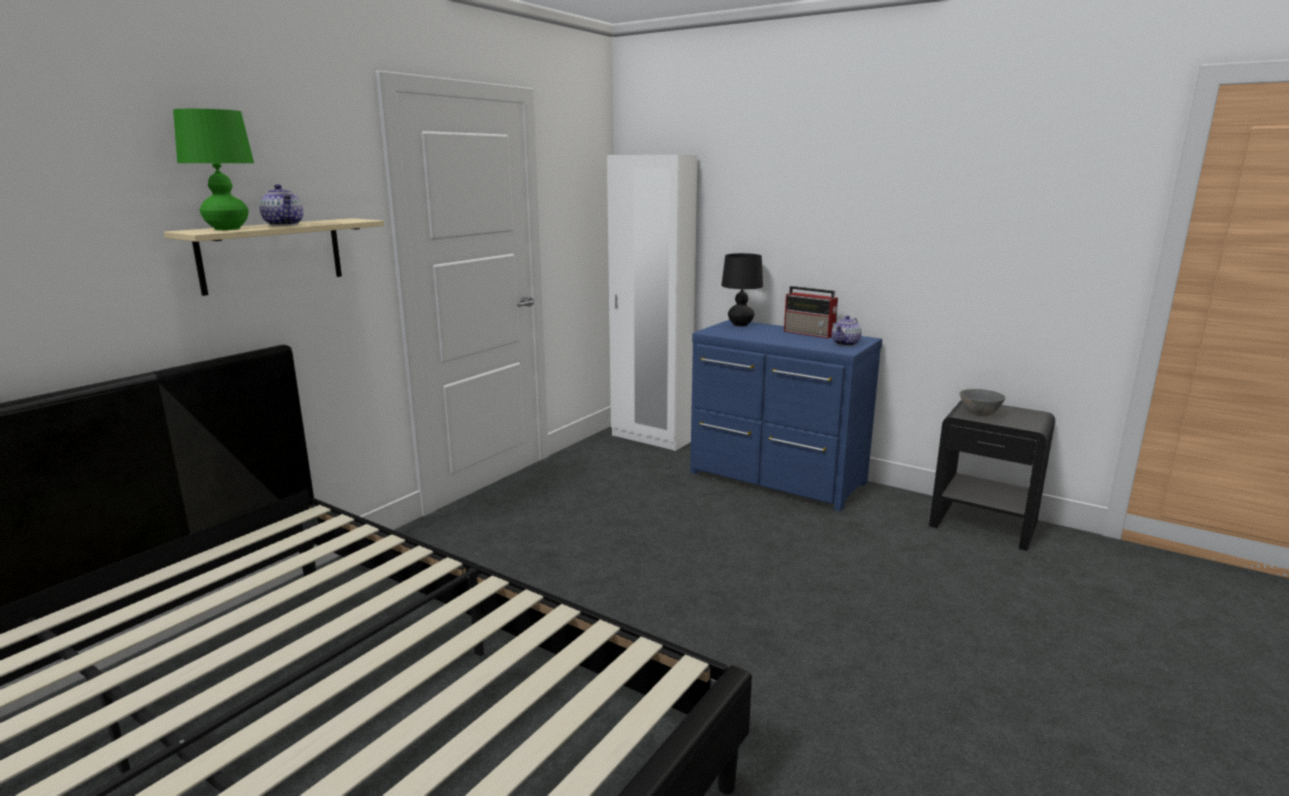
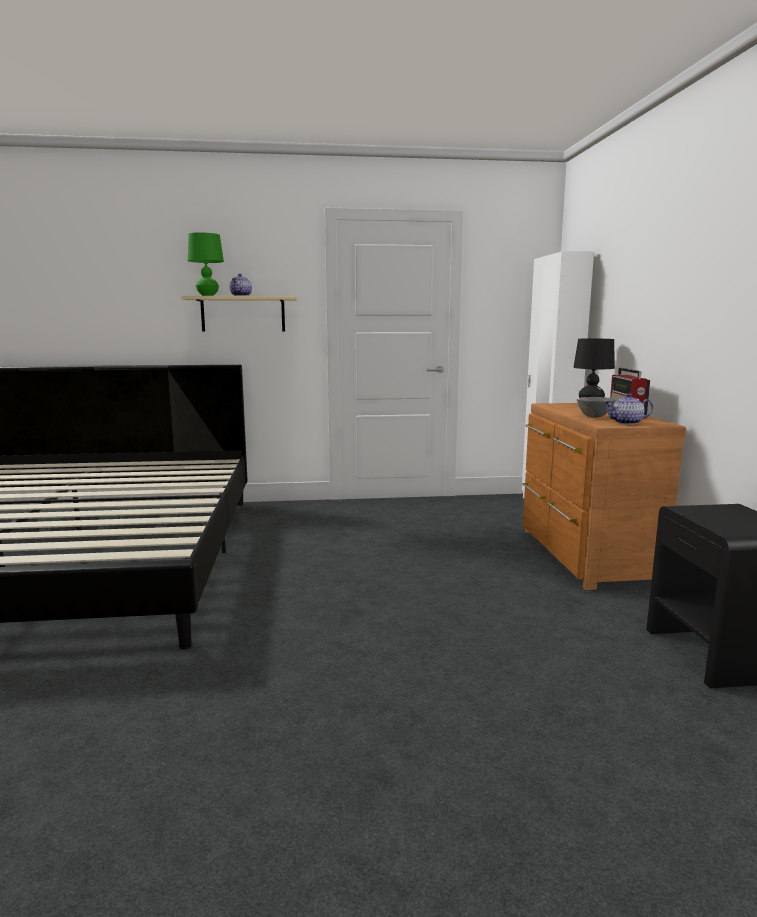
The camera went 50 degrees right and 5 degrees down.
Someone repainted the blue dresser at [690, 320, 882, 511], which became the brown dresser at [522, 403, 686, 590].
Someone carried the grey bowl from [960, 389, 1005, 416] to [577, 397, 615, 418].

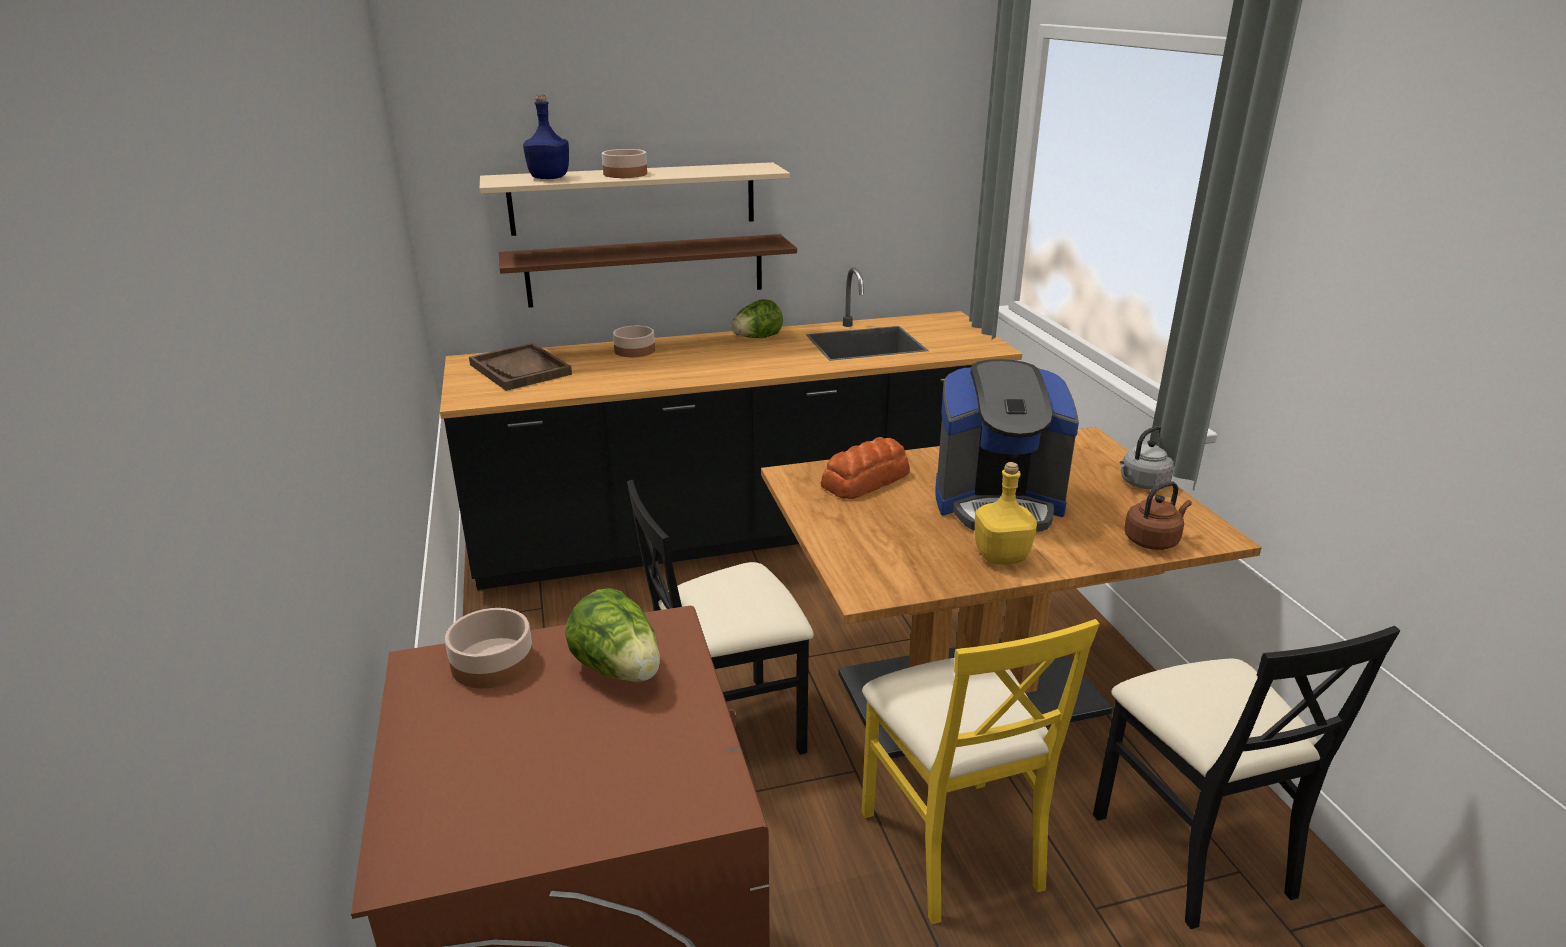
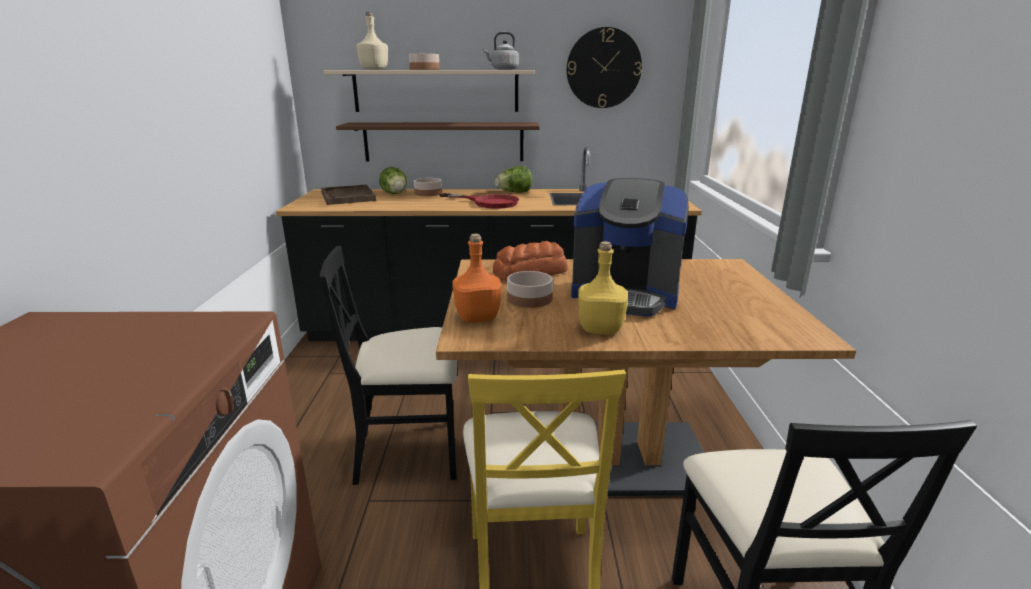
The camera went 15 degrees right and 5 degrees down.
Someone repainted the blue bottle at [523, 95, 569, 179], which became the beige bottle at [356, 12, 388, 70].
Someone carried the lettuce from [565, 588, 660, 682] to [379, 167, 407, 194].
Someone put down the red frying pan at [439, 193, 519, 209].
Someone put down the orange bottle at [452, 234, 501, 322].
Someone carried the grey kettle from [1120, 426, 1174, 489] to [483, 32, 519, 70].
Someone carried the bowl from [445, 608, 534, 688] to [507, 271, 553, 308].
Someone put up the wall clock at [567, 27, 642, 108].
Someone took away the brown kettle at [1124, 481, 1192, 550].

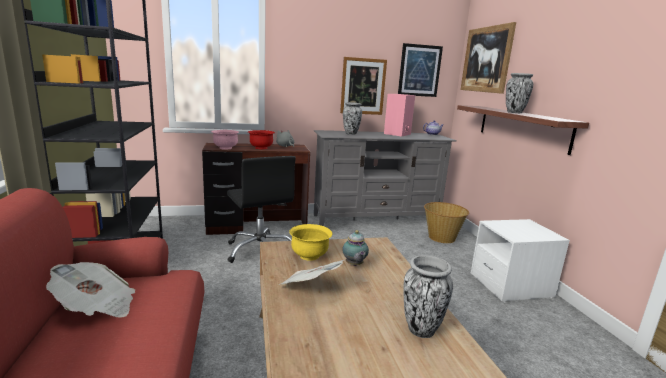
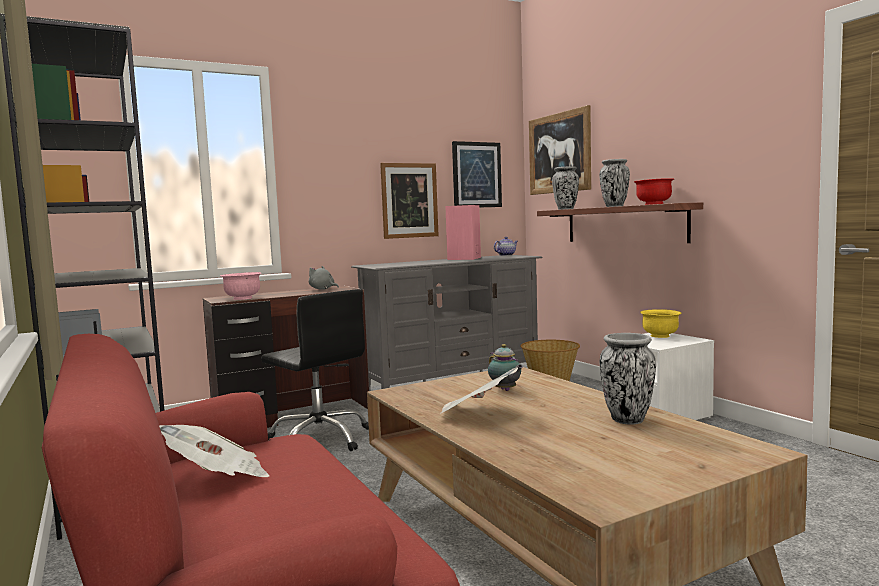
The camera went 15 degrees left and 10 degrees down.
Someone carried the vase from [343, 102, 362, 135] to [552, 166, 579, 210].
Someone carried the red bowl from [248, 130, 275, 149] to [634, 178, 674, 205].
Someone carried the yellow bowl from [289, 224, 332, 261] to [640, 309, 682, 338].

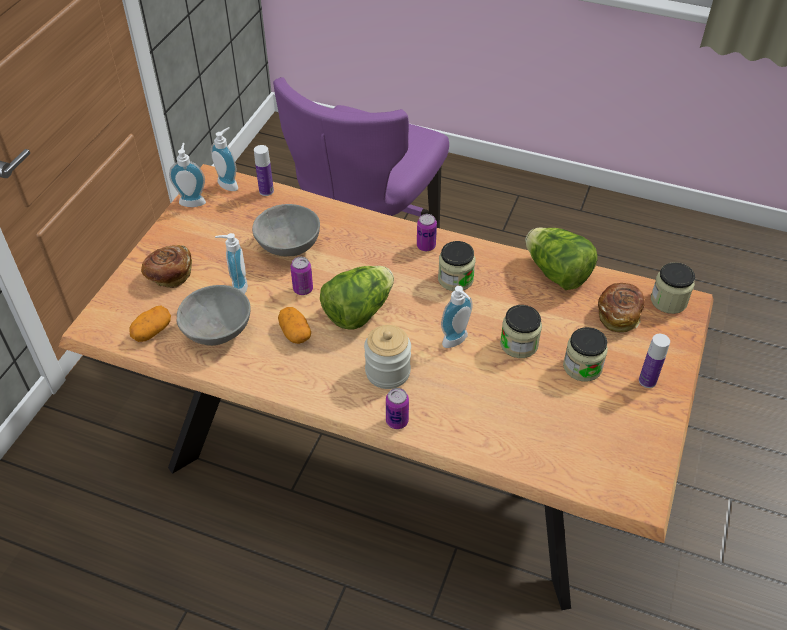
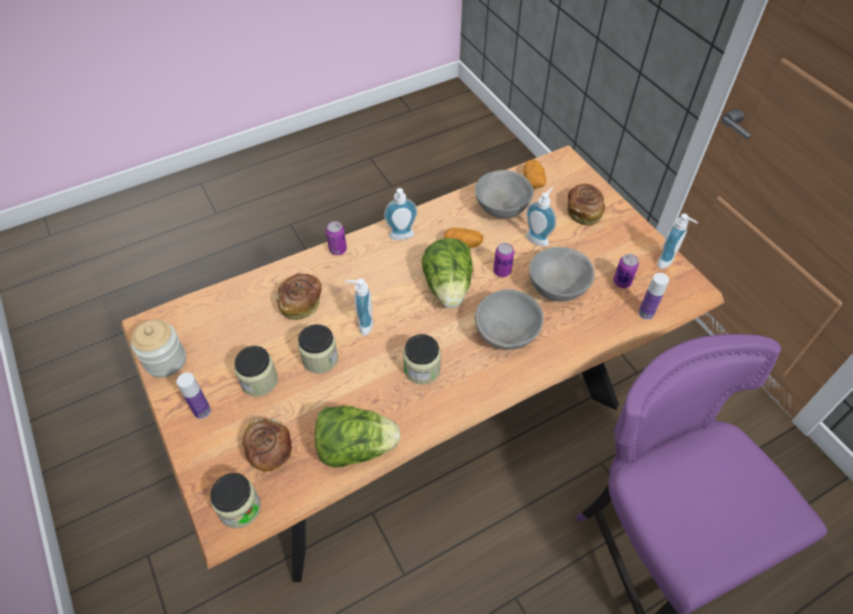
The camera went 130 degrees right and 5 degrees up.
Someone carried the jar from [364, 325, 411, 389] to [131, 319, 186, 378].
Someone put down the bread at [276, 274, 321, 320].
Someone carried the soap dispenser from [211, 127, 238, 191] to [384, 188, 418, 240].
Someone put down the grey bowl at [475, 289, 544, 350].
Someone carried the can from [417, 214, 437, 251] to [613, 254, 639, 288].

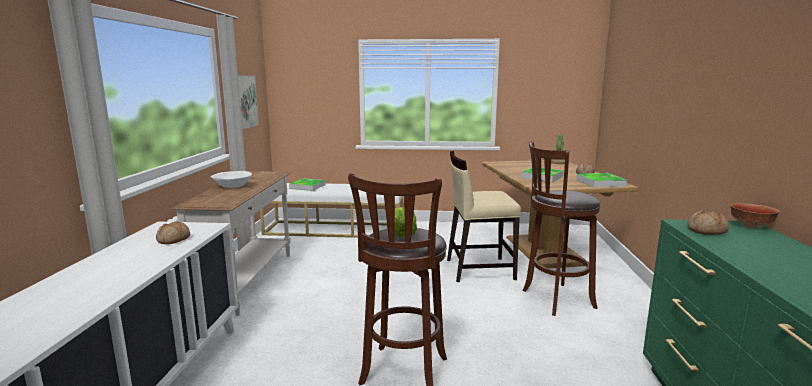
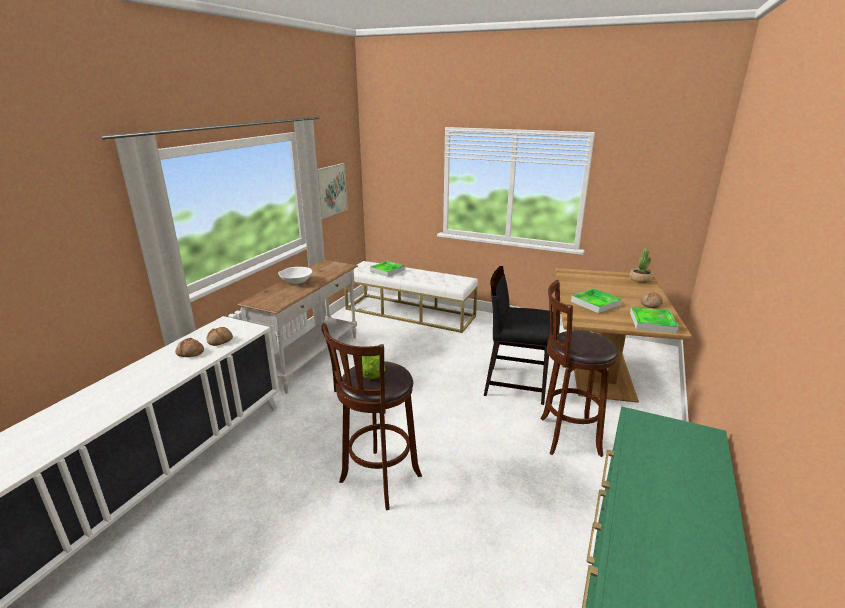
The camera went 20 degrees right and 10 degrees up.
Someone carried the bread from [687, 211, 729, 235] to [175, 338, 204, 357].
Someone repainted the beige chair at [447, 151, 521, 282], which became the black chair at [484, 266, 554, 405].
Someone took away the bowl at [730, 203, 780, 228].

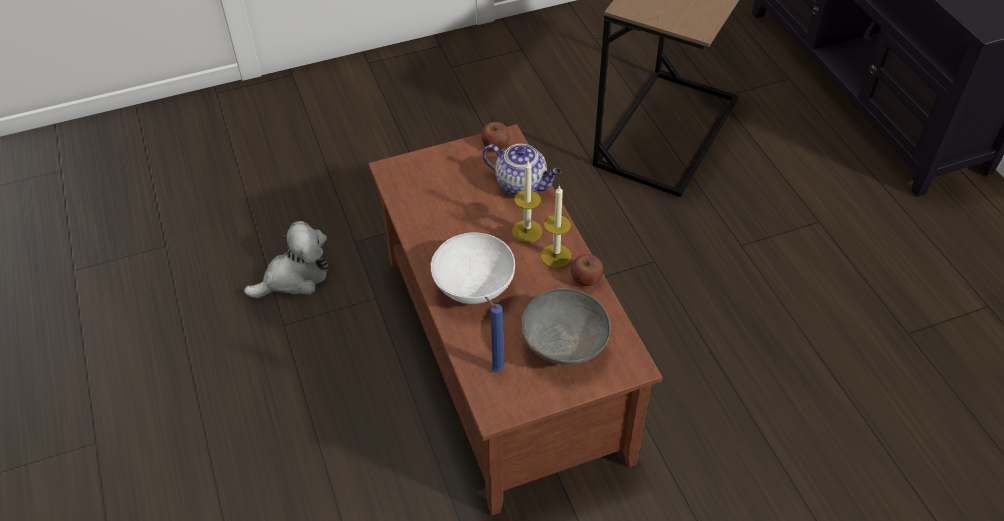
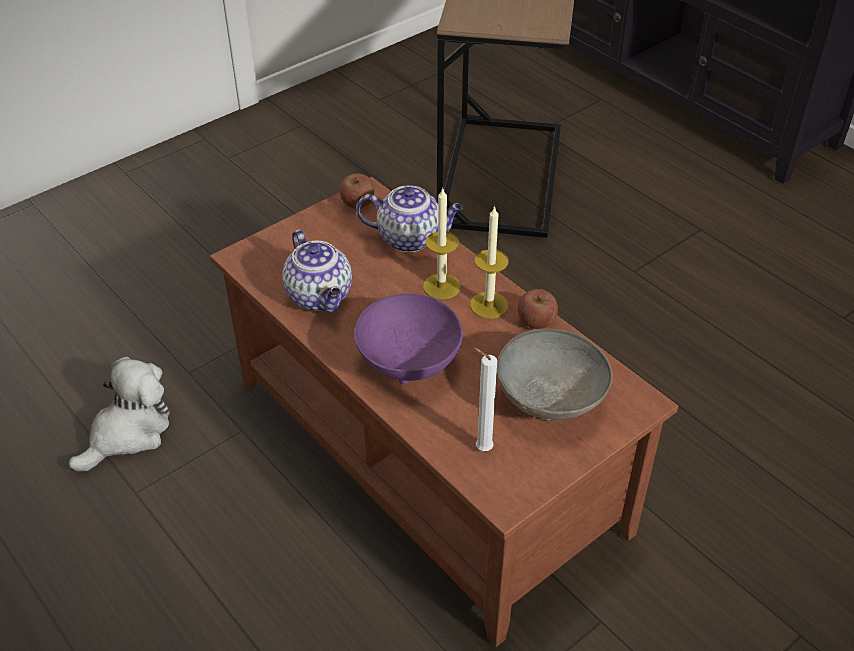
The camera went 20 degrees left and 5 degrees down.
Someone put down the teapot at [282, 229, 352, 312].
Someone repainted the white bowl at [431, 232, 515, 304], which became the purple bowl at [354, 293, 463, 385].
Someone repainted the blue candle at [485, 297, 505, 372], which became the white candle at [473, 348, 497, 451].

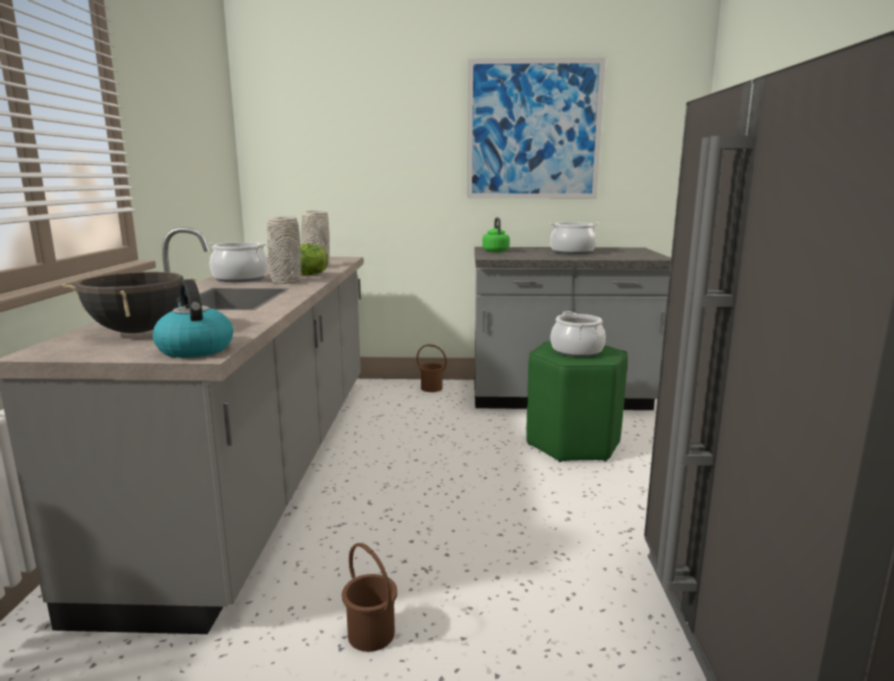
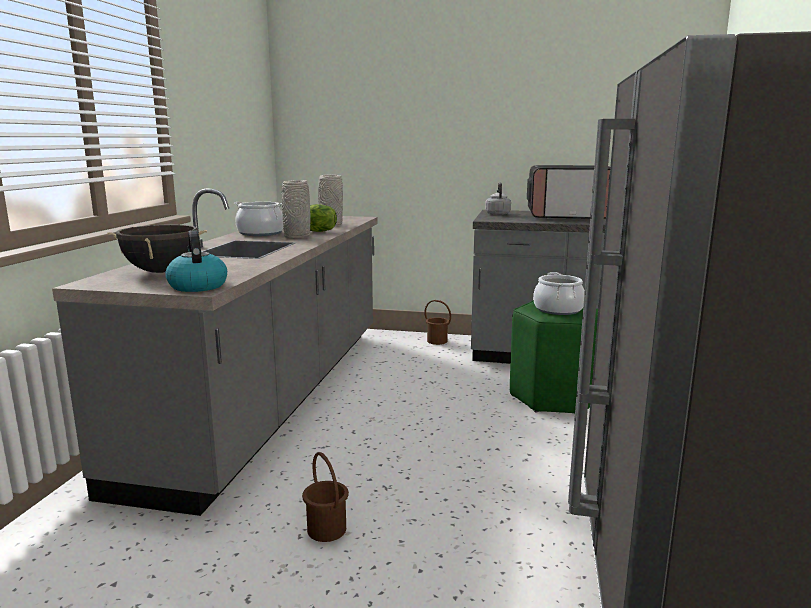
The camera went 10 degrees right and 0 degrees up.
Someone repainted the green kettle at [482, 217, 509, 252], which became the grey kettle at [485, 182, 511, 215].
Someone swapped the cooking pot at [549, 222, 599, 254] for the microwave at [527, 165, 610, 219].
Someone took away the picture at [467, 58, 606, 199].

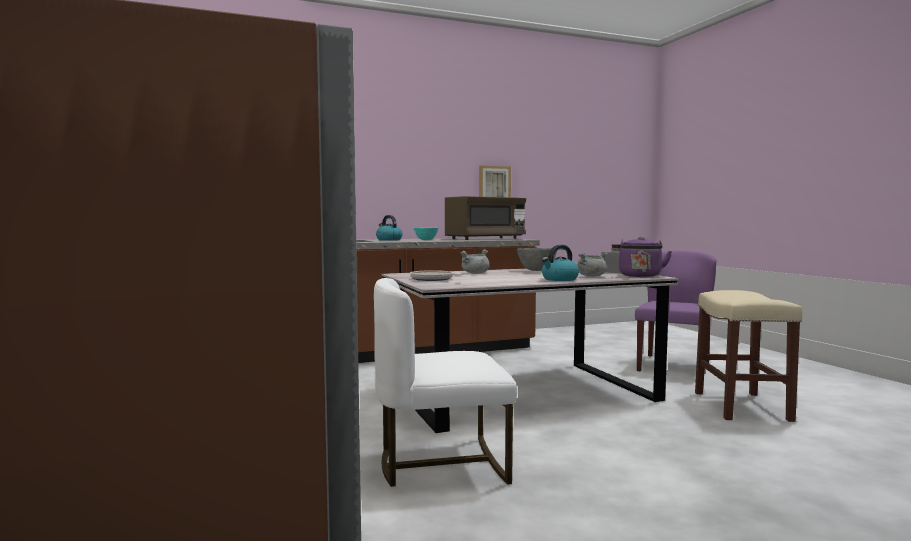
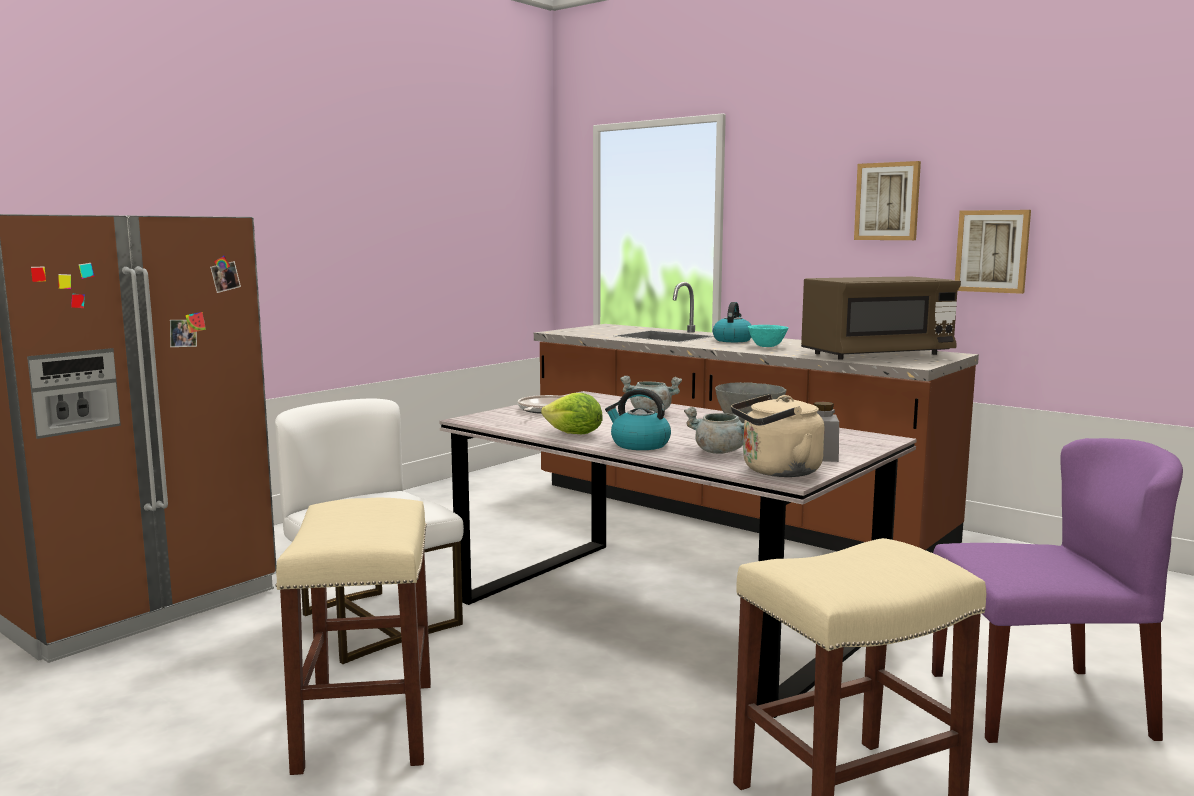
The camera went 60 degrees right and 5 degrees up.
Someone put down the beige stool at [276, 498, 431, 775].
Someone put down the lettuce at [541, 393, 603, 434].
Someone repainted the purple kettle at [619, 236, 672, 277], which became the beige kettle at [731, 394, 825, 477].
Someone rotated the brown microwave at [445, 196, 526, 240] by 45 degrees counterclockwise.
Someone put up the picture at [854, 161, 921, 240].

